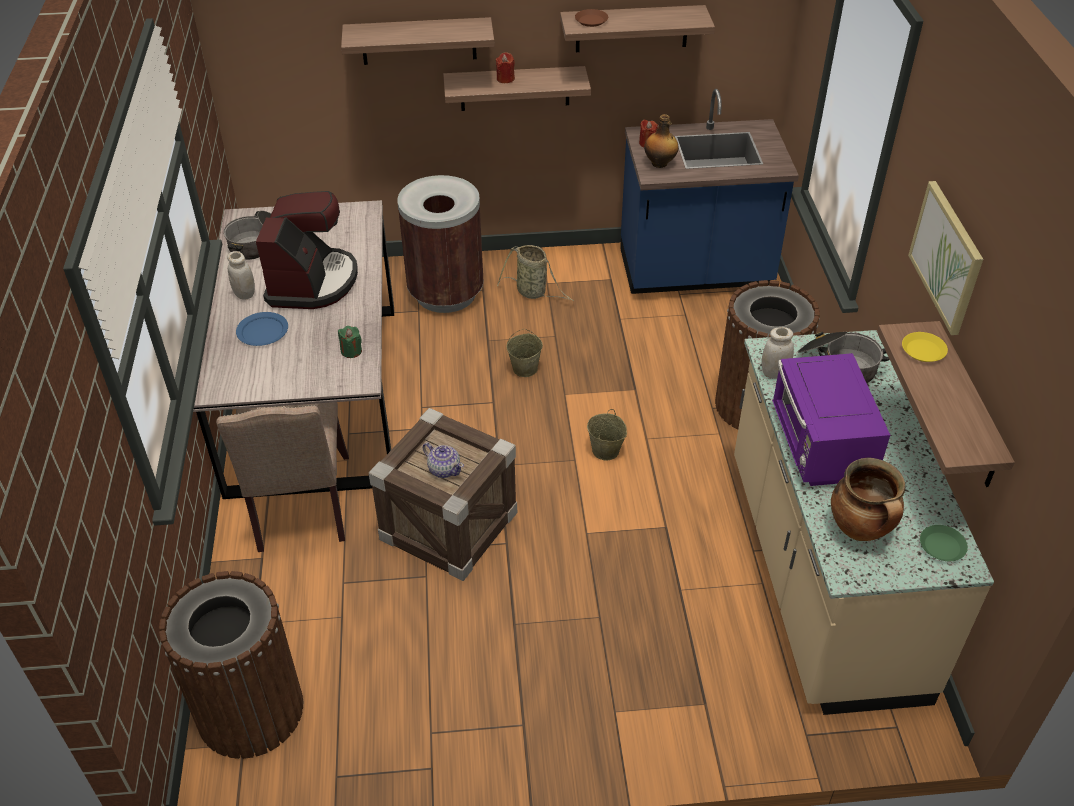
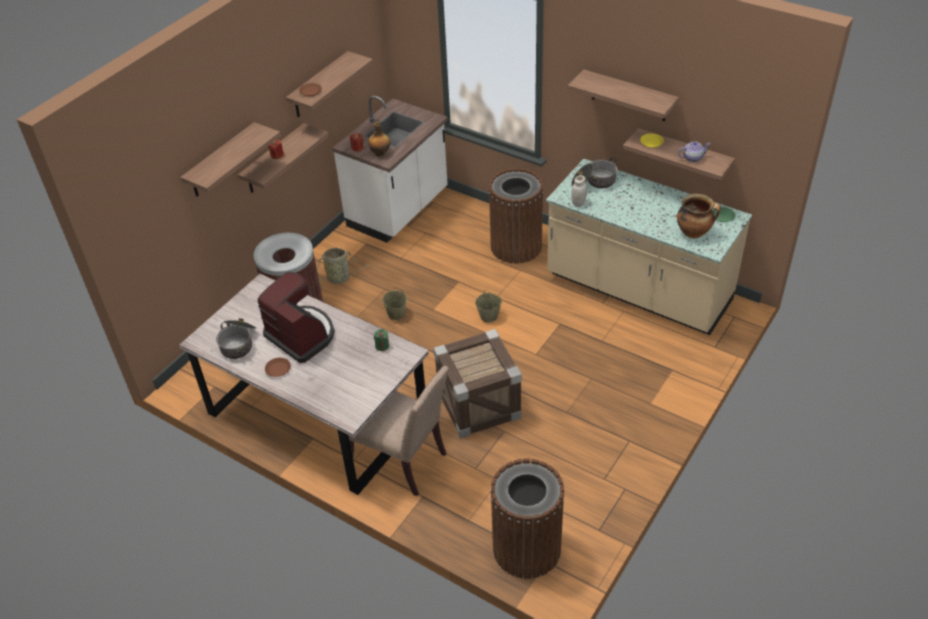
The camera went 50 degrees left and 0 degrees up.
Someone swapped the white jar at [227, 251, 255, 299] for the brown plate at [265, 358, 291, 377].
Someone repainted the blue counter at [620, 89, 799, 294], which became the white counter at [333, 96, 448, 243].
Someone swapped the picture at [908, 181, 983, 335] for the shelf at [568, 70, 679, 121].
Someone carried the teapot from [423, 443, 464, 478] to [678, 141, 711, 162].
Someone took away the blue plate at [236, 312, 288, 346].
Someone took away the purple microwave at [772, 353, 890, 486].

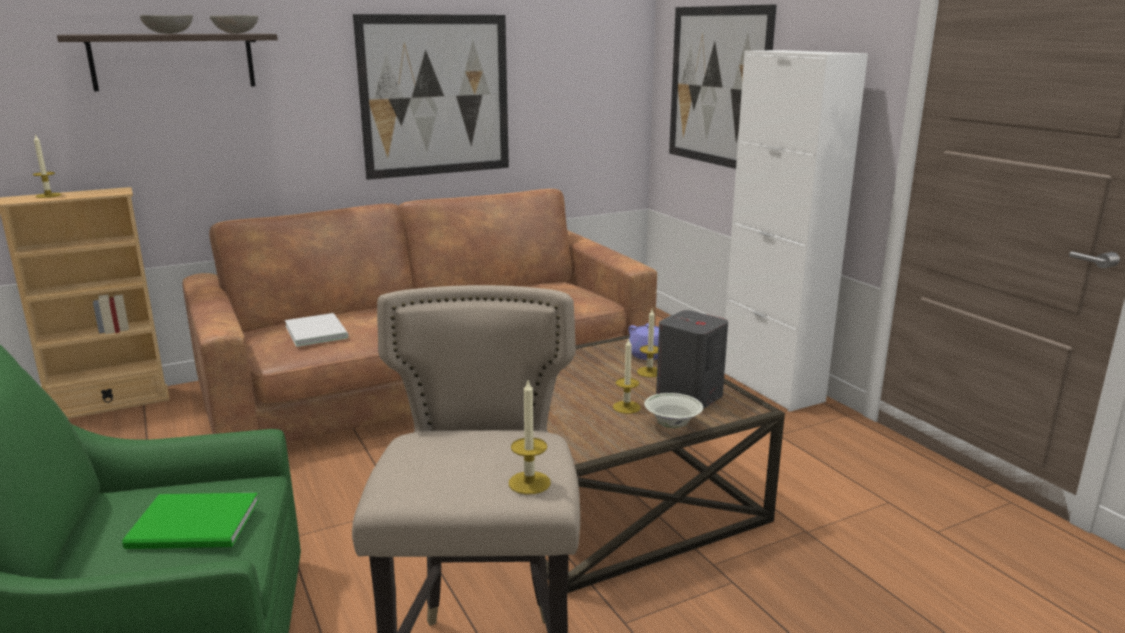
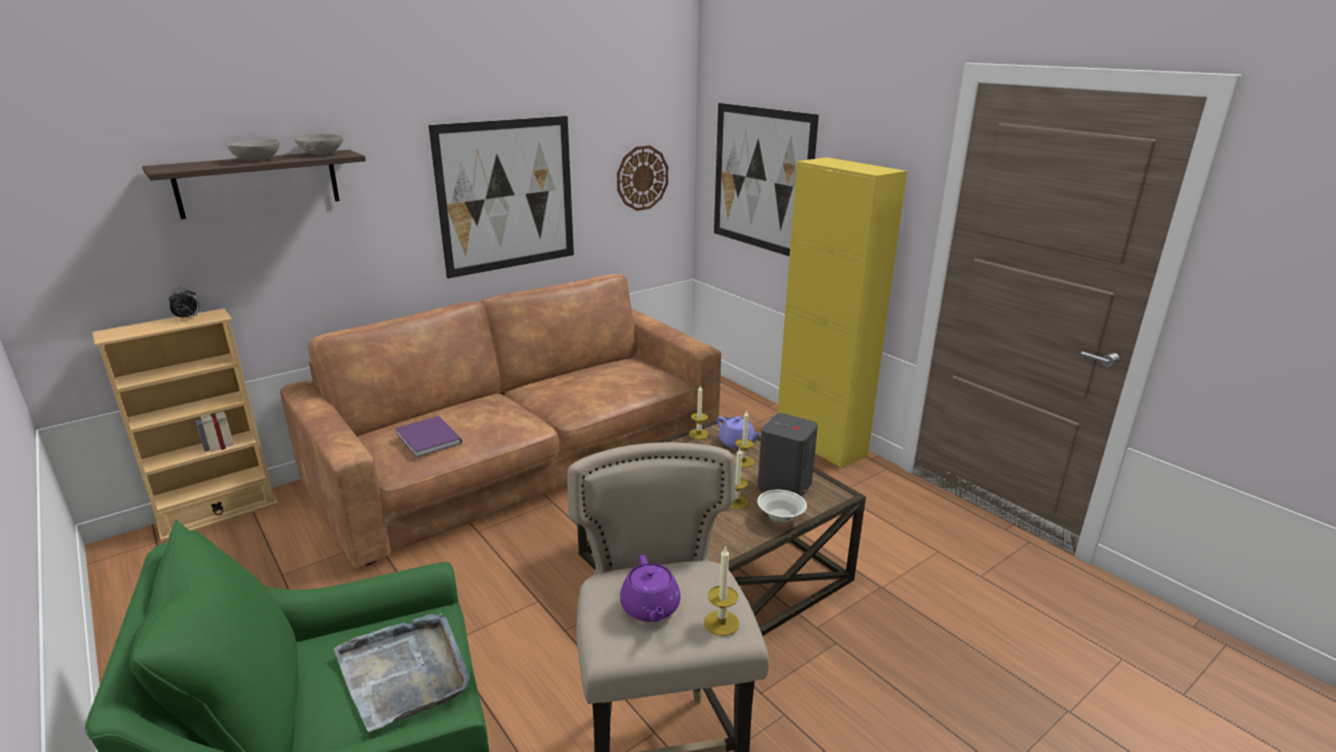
The camera went 10 degrees left and 5 degrees up.
Someone put down the alarm clock at [169, 287, 199, 320].
Someone swapped the green book at [122, 493, 259, 549] for the grey tray at [334, 614, 470, 732].
Someone repainted the white book at [285, 313, 349, 347], which became the purple book at [395, 416, 462, 457].
Someone put up the wall clock at [617, 145, 668, 211].
Someone put down the purple teapot at [620, 555, 680, 622].
Someone carried the candle from [33, 134, 62, 198] to [689, 386, 709, 439].
Someone repainted the white cabinet at [725, 50, 868, 412], which became the yellow cabinet at [777, 157, 907, 469].

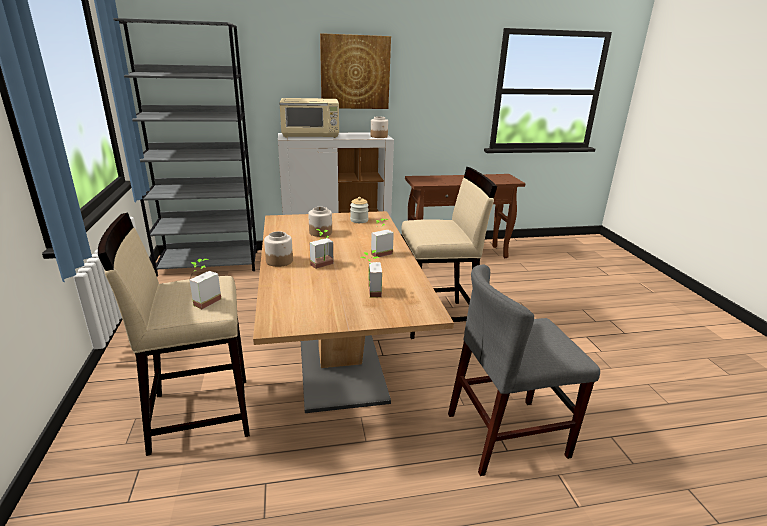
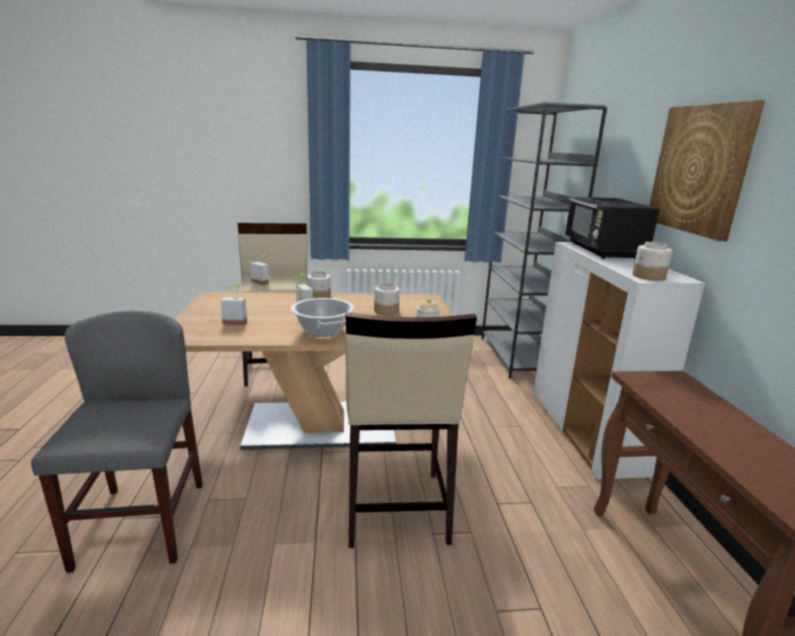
The camera went 95 degrees right and 5 degrees down.
Someone swapped the potted plant at [371, 218, 394, 257] for the cooking pot at [291, 298, 354, 337].
Someone repainted the beige microwave at [279, 98, 339, 138], which became the black microwave at [565, 197, 660, 259].

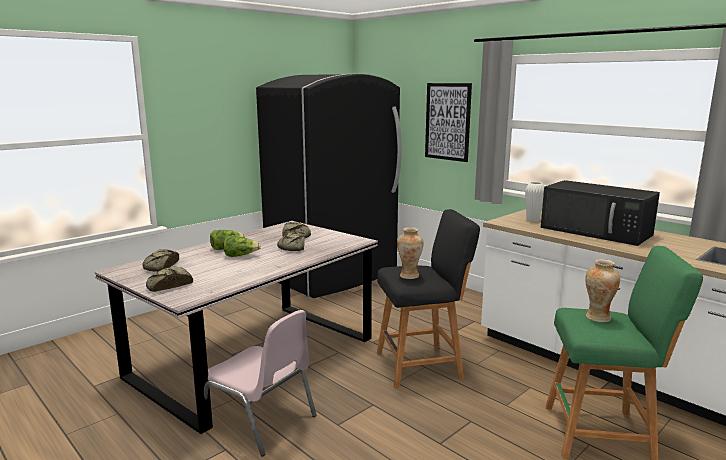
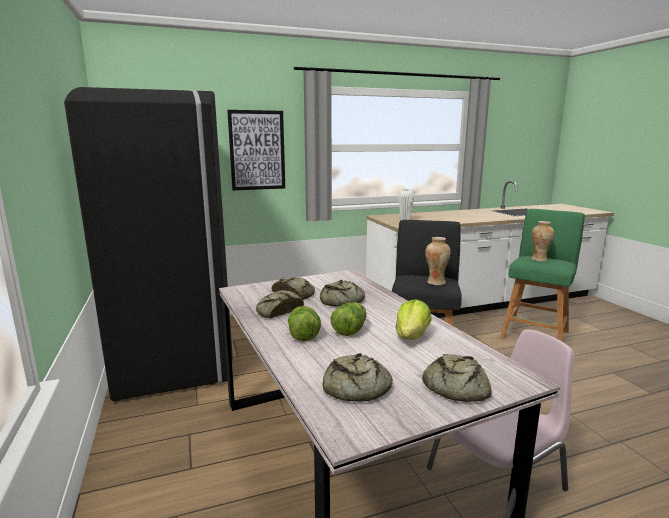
The camera went 65 degrees left and 0 degrees up.
Someone put down the bread at [256, 290, 304, 319].
Someone put down the lettuce at [395, 299, 432, 340].
Someone took away the black microwave at [541, 180, 660, 246].

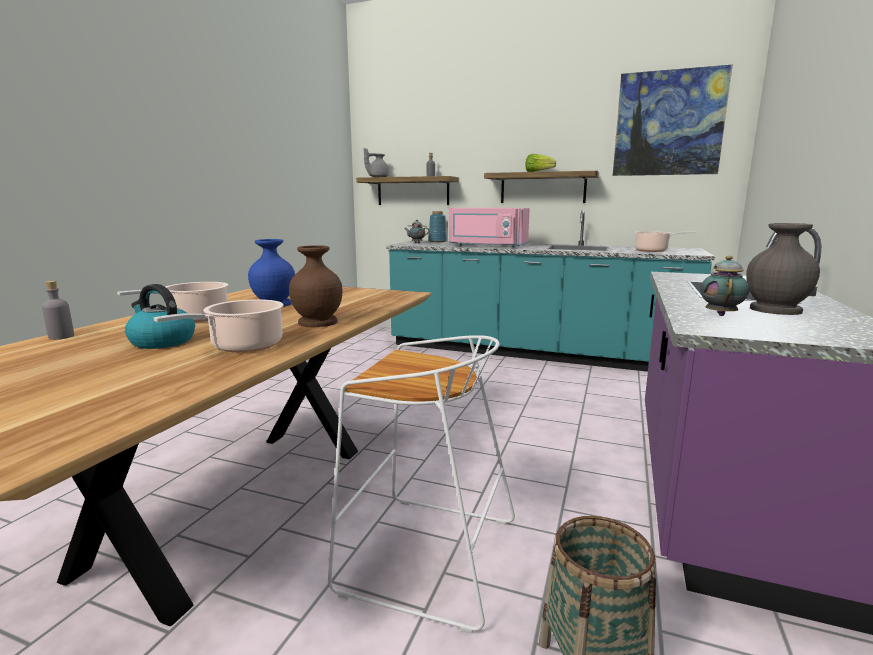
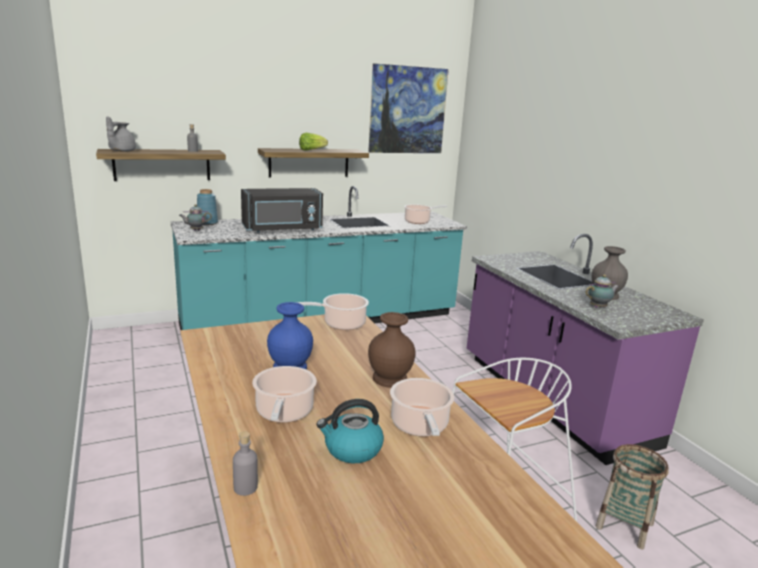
The camera went 45 degrees left and 5 degrees up.
Someone repainted the pink microwave at [449, 208, 530, 248], which became the black microwave at [241, 188, 323, 232].
Someone put down the cooking pot at [296, 293, 369, 330].
Someone rotated the teapot at [701, 256, 749, 316] by 90 degrees clockwise.

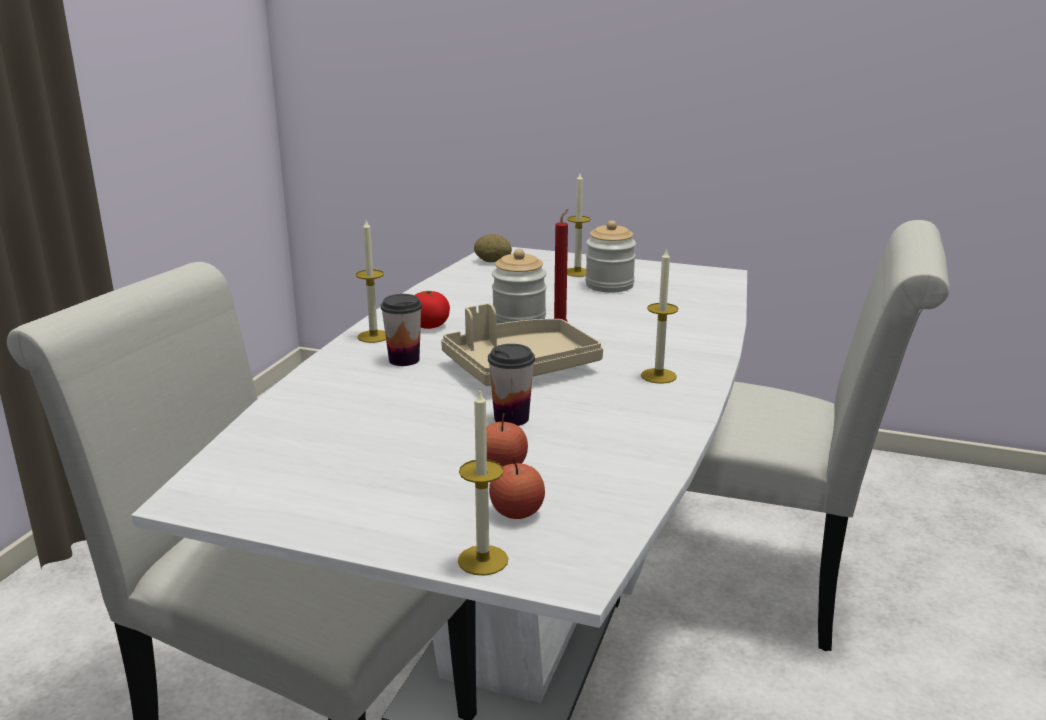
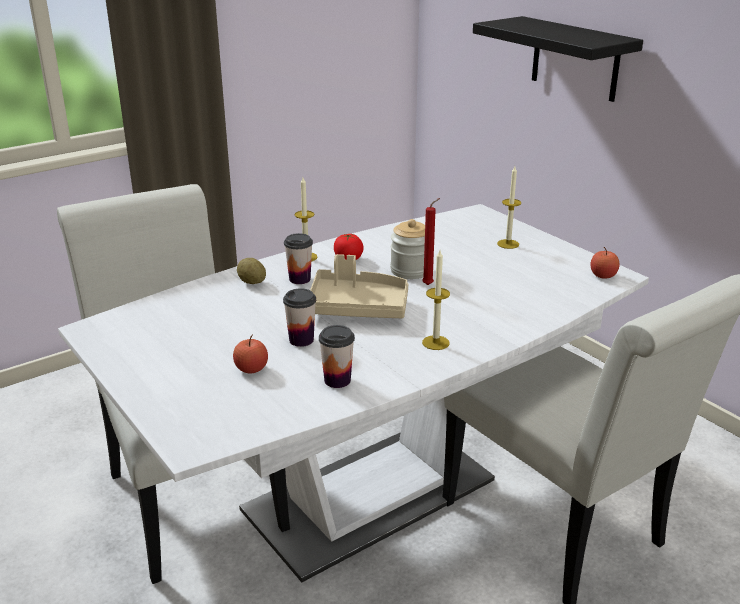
The camera went 35 degrees right and 5 degrees up.
Someone carried the potato from [474, 234, 512, 262] to [237, 258, 266, 284].
Someone put down the cup at [319, 325, 355, 388].
Someone put up the black shelf at [473, 16, 643, 102].
Someone carried the apple from [489, 459, 545, 519] to [591, 247, 619, 279].
Someone took away the candle at [458, 388, 508, 576].
Someone took away the jar at [585, 220, 636, 292].

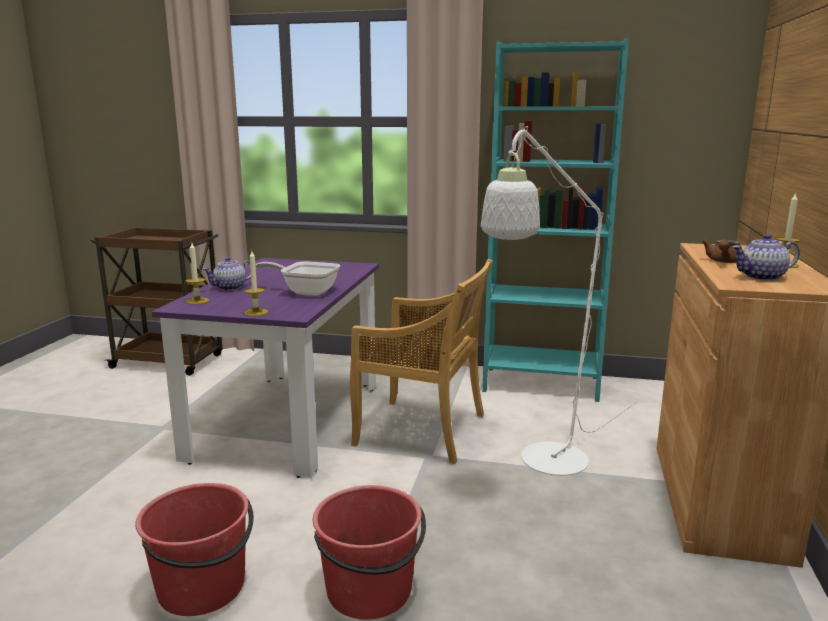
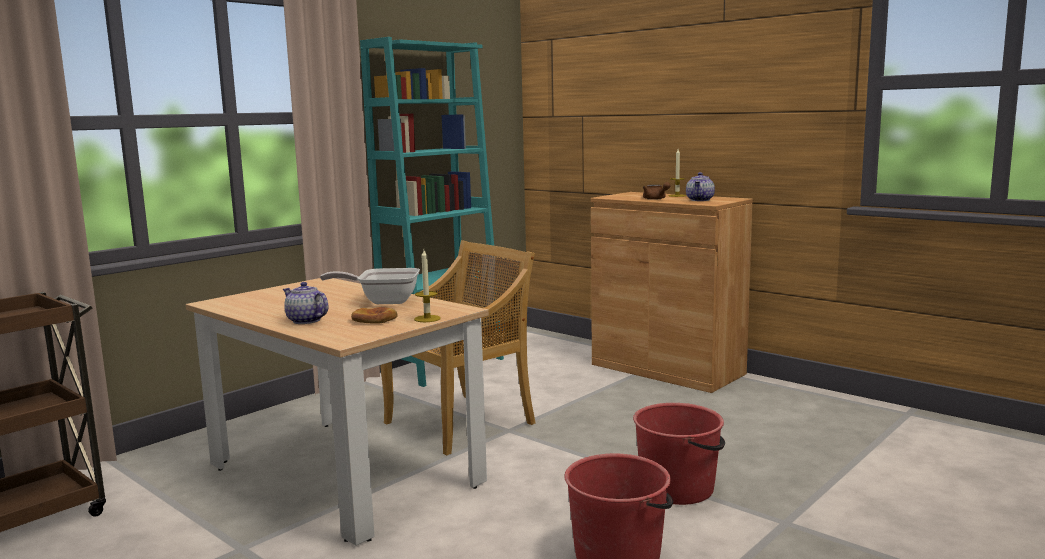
The camera went 60 degrees left and 5 degrees down.
Someone repainted the purple dining table at [152, 258, 379, 478], which became the beige dining table at [186, 278, 489, 546].
Someone rotated the teapot at [203, 257, 251, 290] by 135 degrees clockwise.
Someone rotated the frying pan at [255, 261, 340, 295] by 45 degrees clockwise.
Someone put down the bread at [351, 307, 398, 323].
Someone took away the candle at [186, 243, 209, 304].
Someone took away the white floor lamp at [481, 126, 637, 476].

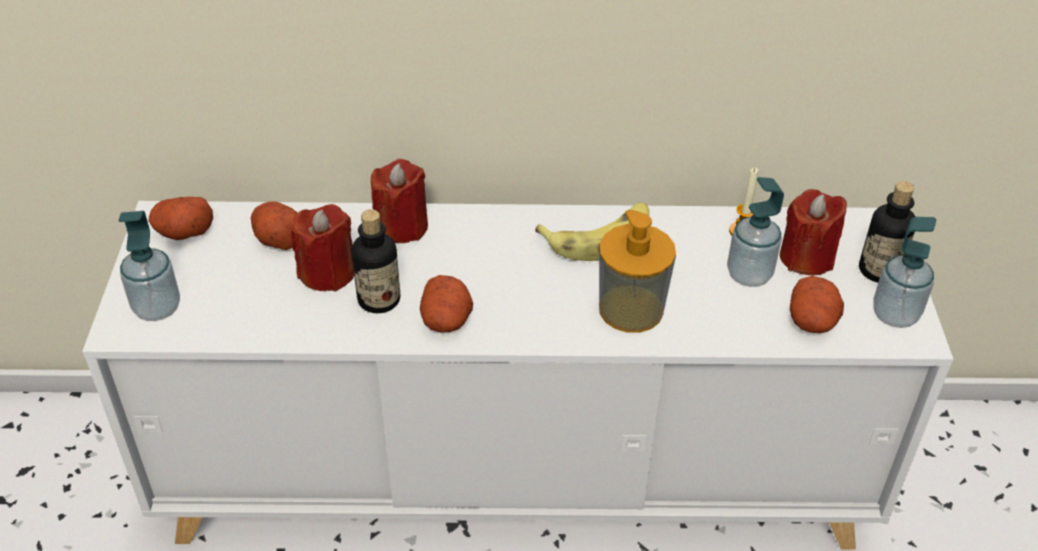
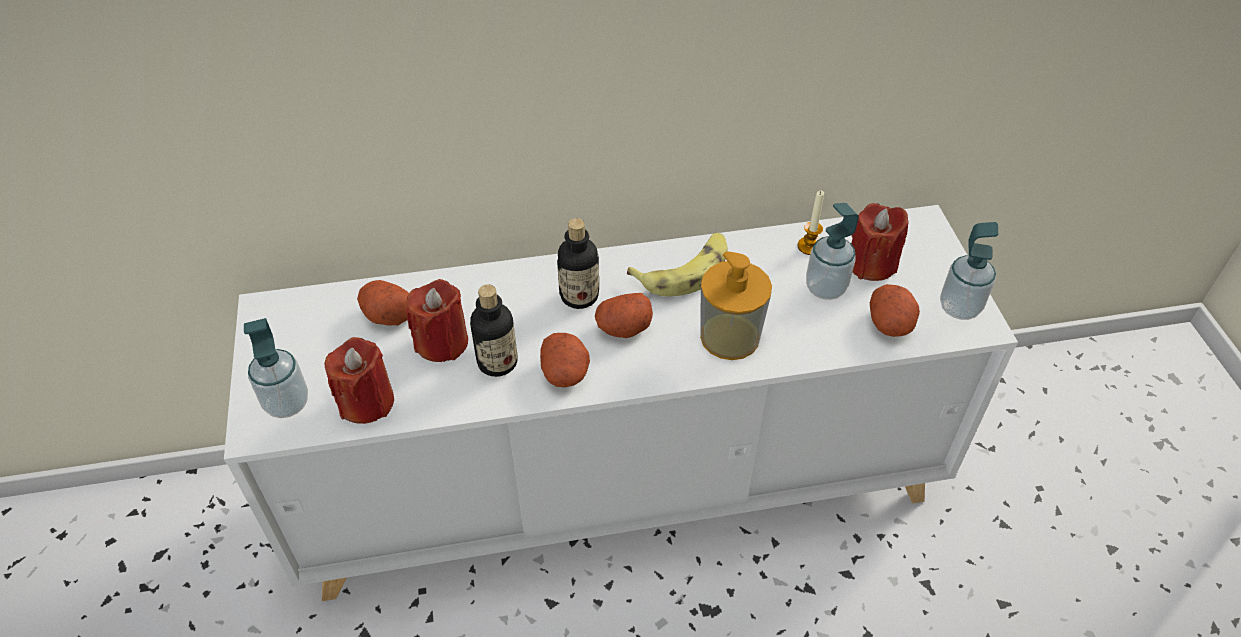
The camera went 10 degrees left and 5 degrees up.
Someone carried the red candle from [371, 159, 428, 243] to [324, 337, 394, 424].
Someone carried the bottle from [859, 181, 916, 282] to [557, 218, 599, 309].
Someone carried the potato from [149, 197, 213, 240] to [595, 293, 653, 338].

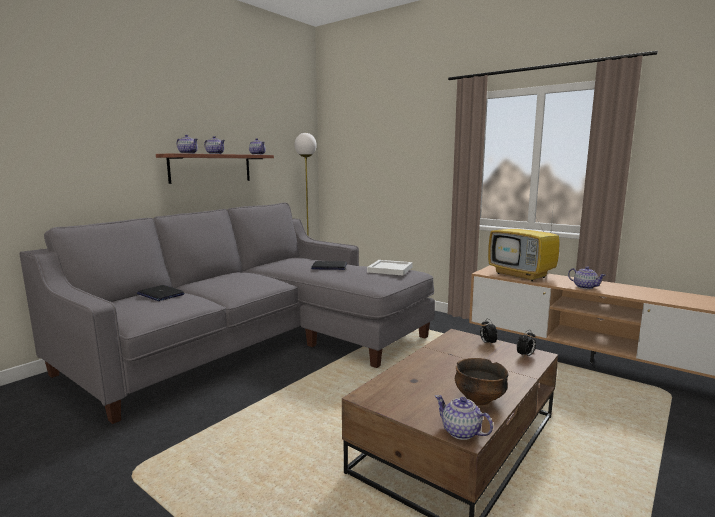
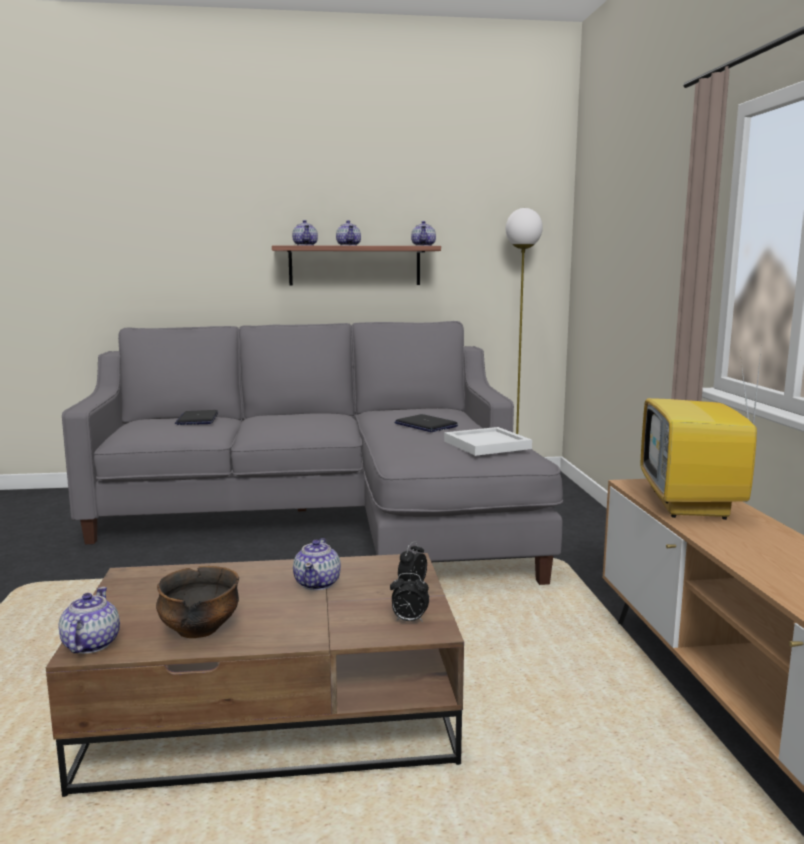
The camera went 45 degrees right and 0 degrees up.
Someone carried the teapot from [568, 266, 606, 289] to [293, 538, 341, 590].

